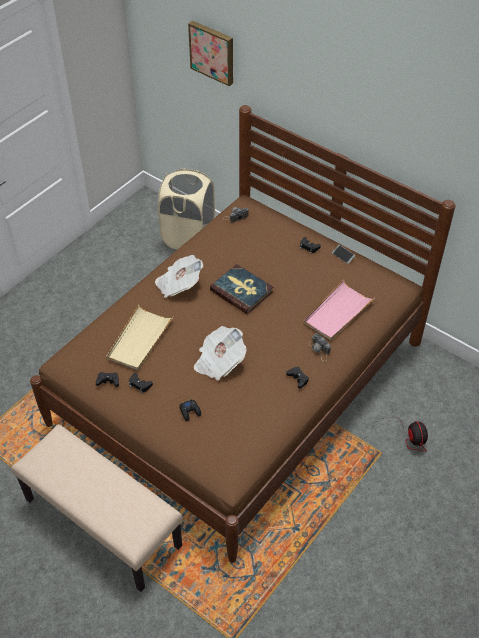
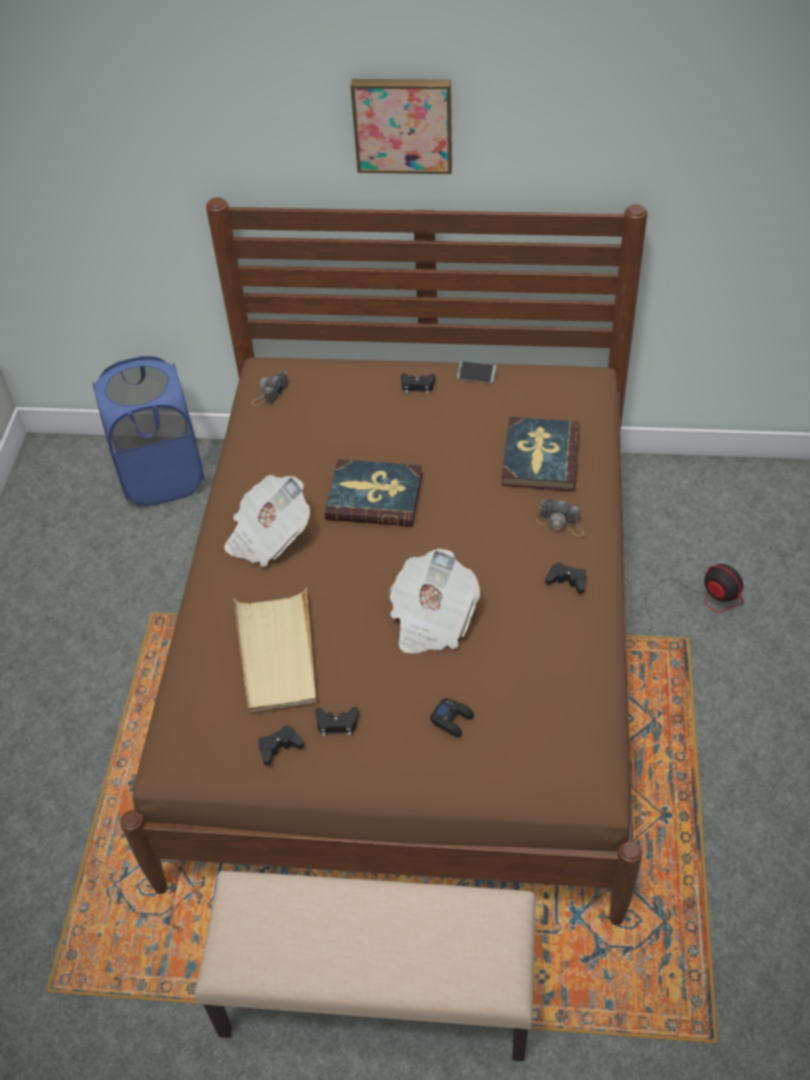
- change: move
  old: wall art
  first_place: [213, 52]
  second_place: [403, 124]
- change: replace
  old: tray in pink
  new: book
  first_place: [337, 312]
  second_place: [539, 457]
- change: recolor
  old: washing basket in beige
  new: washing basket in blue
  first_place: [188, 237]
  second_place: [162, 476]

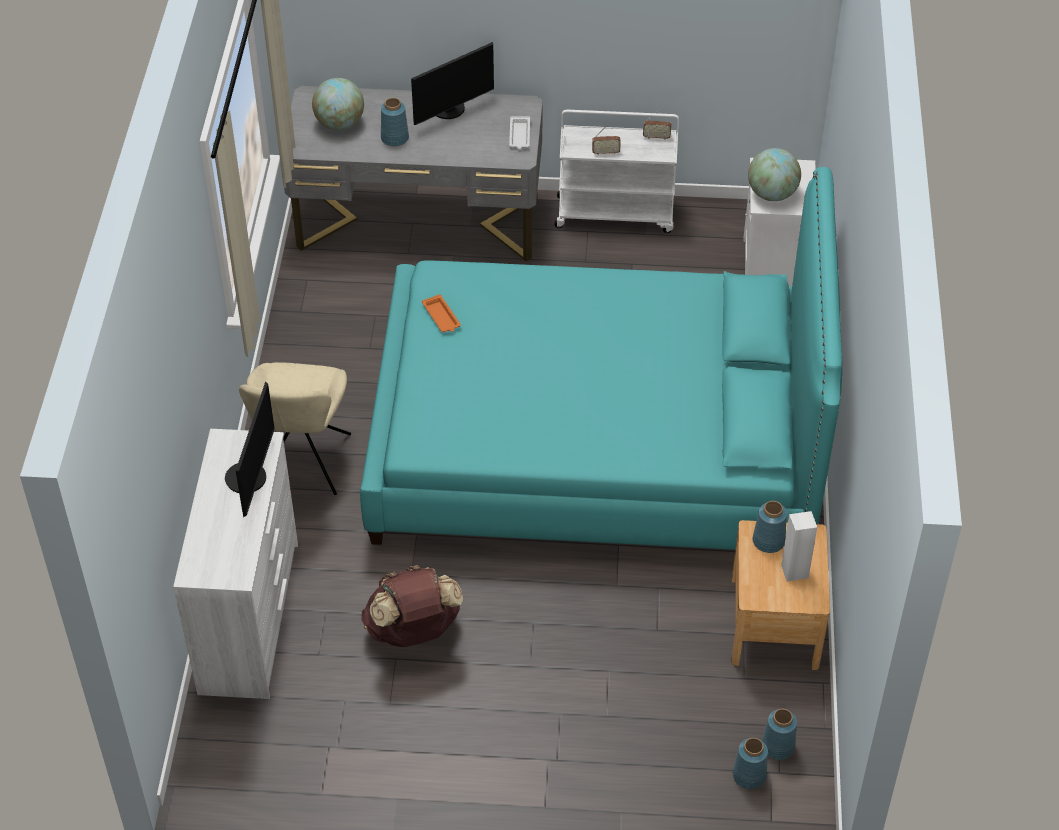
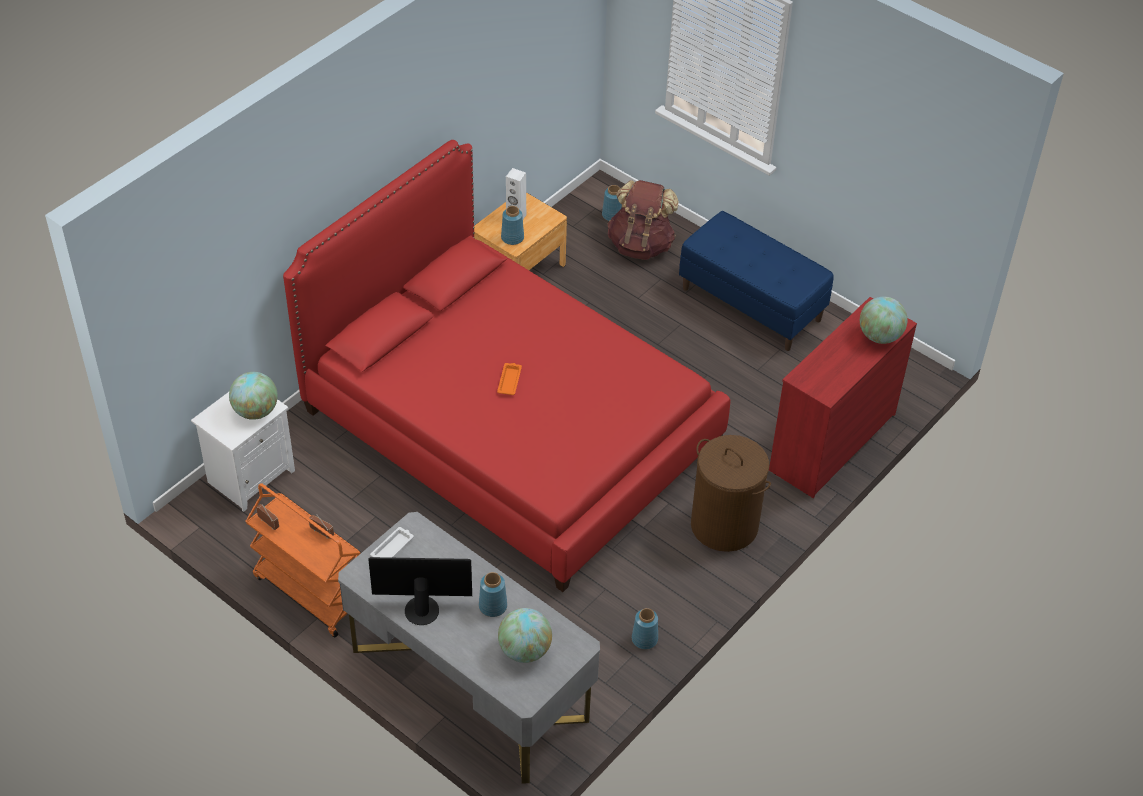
- change: delete
  old: monitor
  first_place: [251, 478]
- change: insert
  new: indoor bench in blue
  second_place: [752, 304]
- change: insert
  new: desk globe
  second_place: [879, 336]
- change: move
  old: knapsack in brown
  first_place: [413, 631]
  second_place: [641, 245]
- change: move
  old: tray in orange
  first_place: [441, 317]
  second_place: [509, 380]
- change: move
  old: decorative vase in blue
  first_place: [778, 746]
  second_place: [644, 639]
- change: replace
  old: chair in beige
  new: washing basket in brown
  first_place: [302, 464]
  second_place: [724, 525]
- change: recolor
  old: drawer chest in white
  new: drawer chest in red
  first_place: [251, 618]
  second_place: [831, 442]
- change: recolor
  old: sleeping bed in blue-green
  new: sleeping bed in red
  first_place: [596, 439]
  second_place: [510, 427]
- change: recolor
  old: trolley in white
  new: trolley in orange
  first_place: [615, 214]
  second_place: [309, 592]

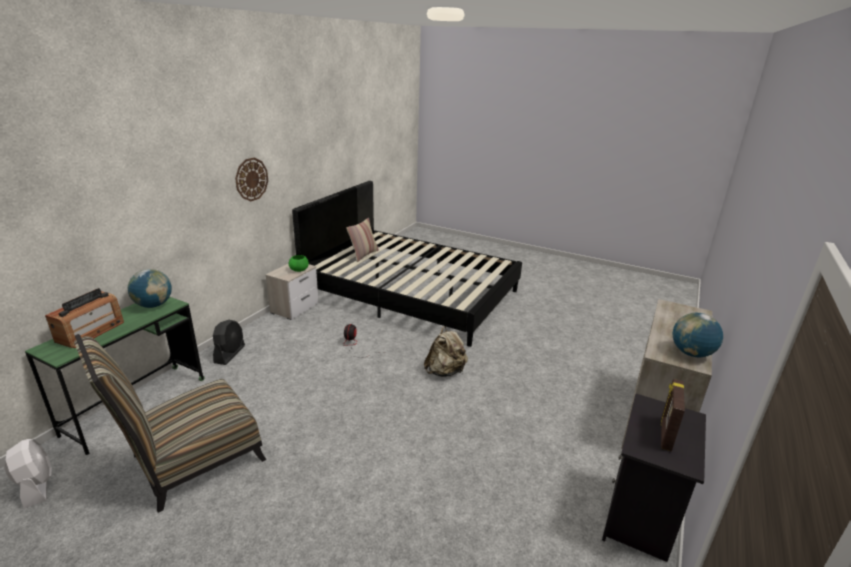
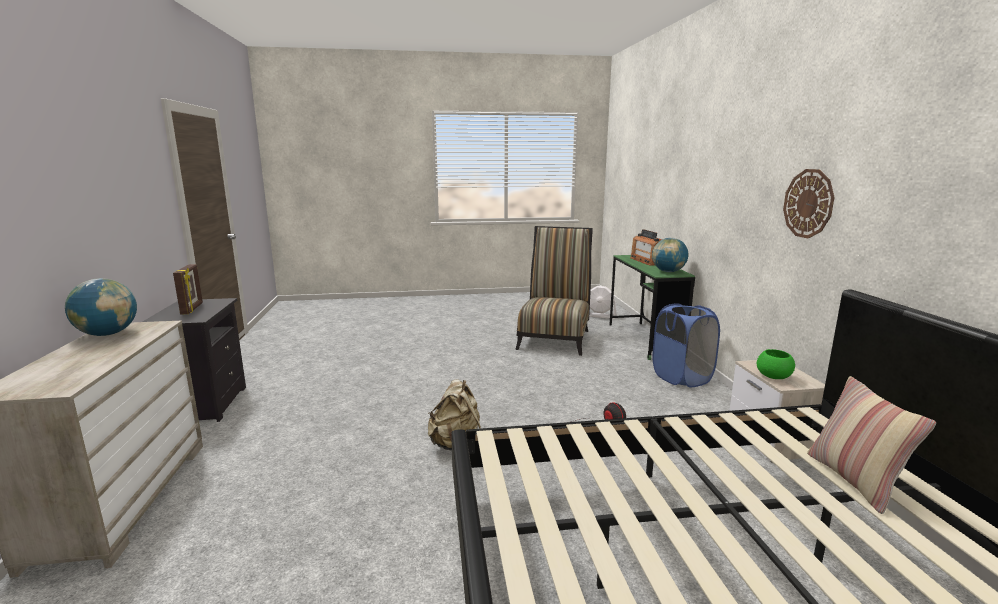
- change: replace
  old: electric fan in blackish
  new: washing basket in blue
  first_place: [230, 354]
  second_place: [682, 378]

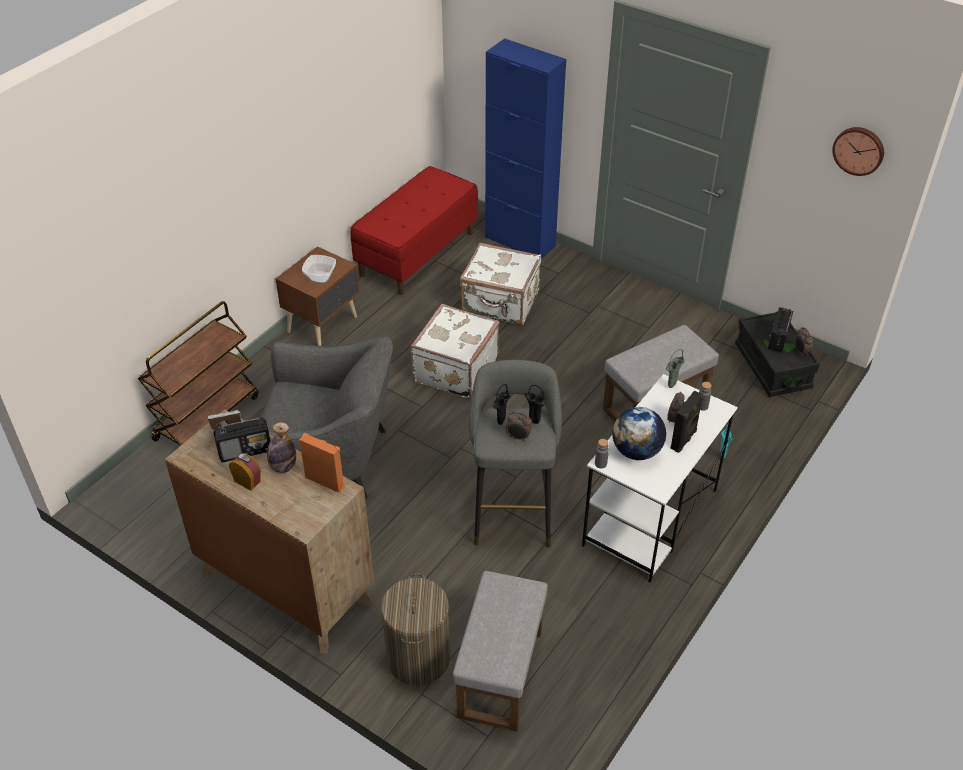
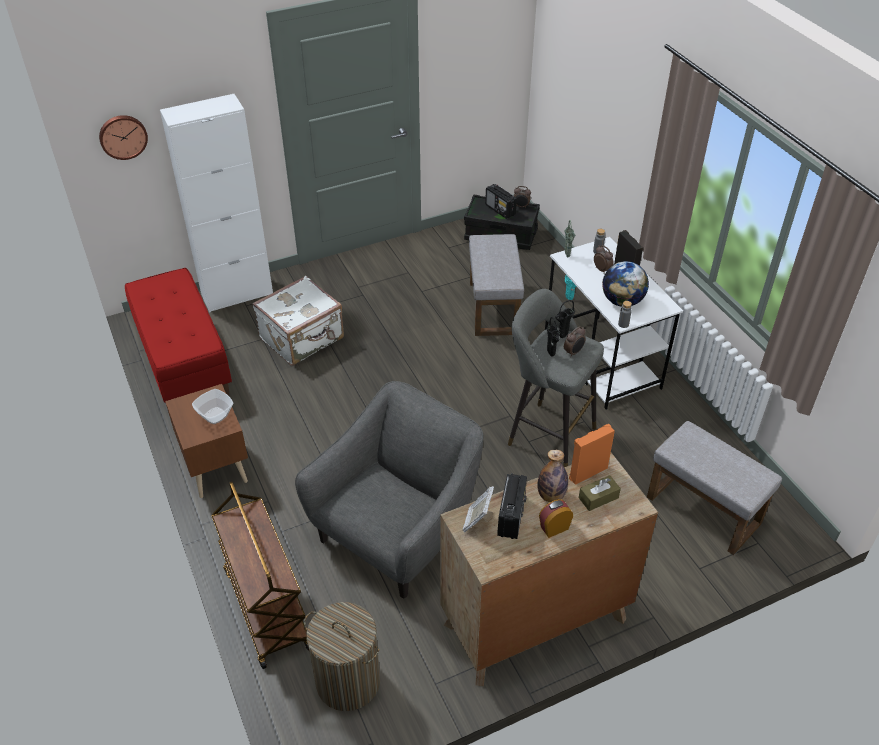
- change: delete
  old: piece of luggage in white
  first_place: [454, 369]
- change: insert
  new: tissue box in brown
  second_place: [598, 498]
- change: move
  old: washing basket
  first_place: [418, 658]
  second_place: [347, 681]
- change: move
  old: hanging clock
  first_place: [859, 150]
  second_place: [123, 136]
- change: recolor
  old: storage cabinet in blue
  new: storage cabinet in white
  first_place: [520, 242]
  second_place: [237, 294]

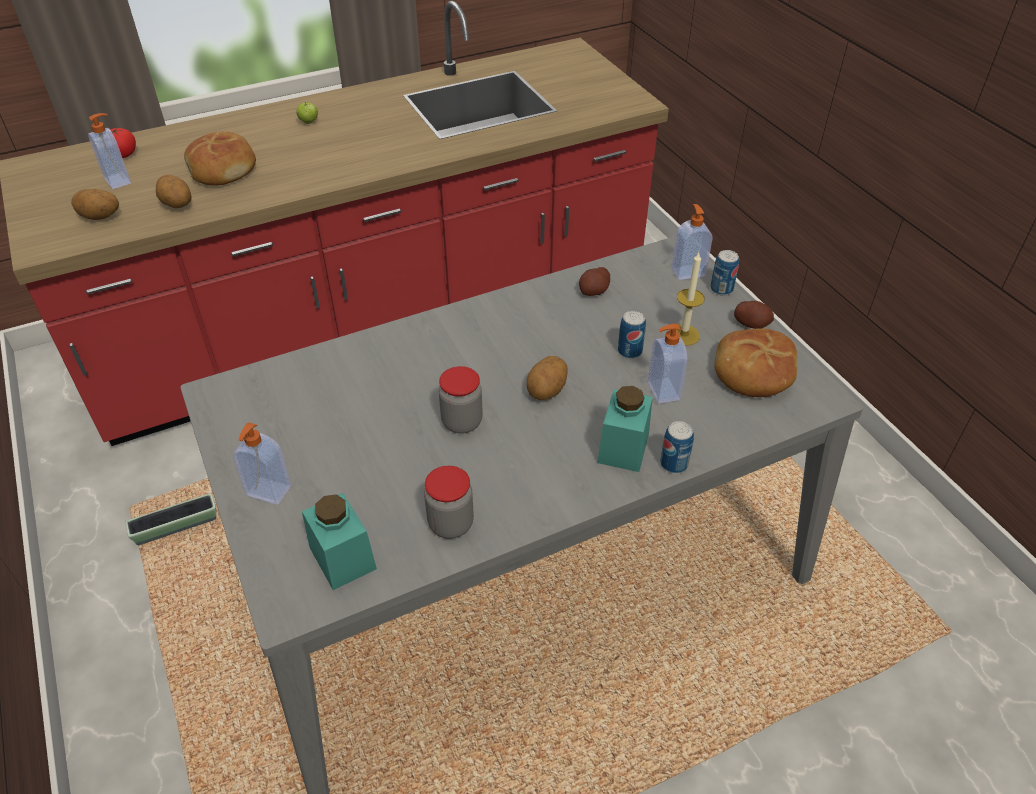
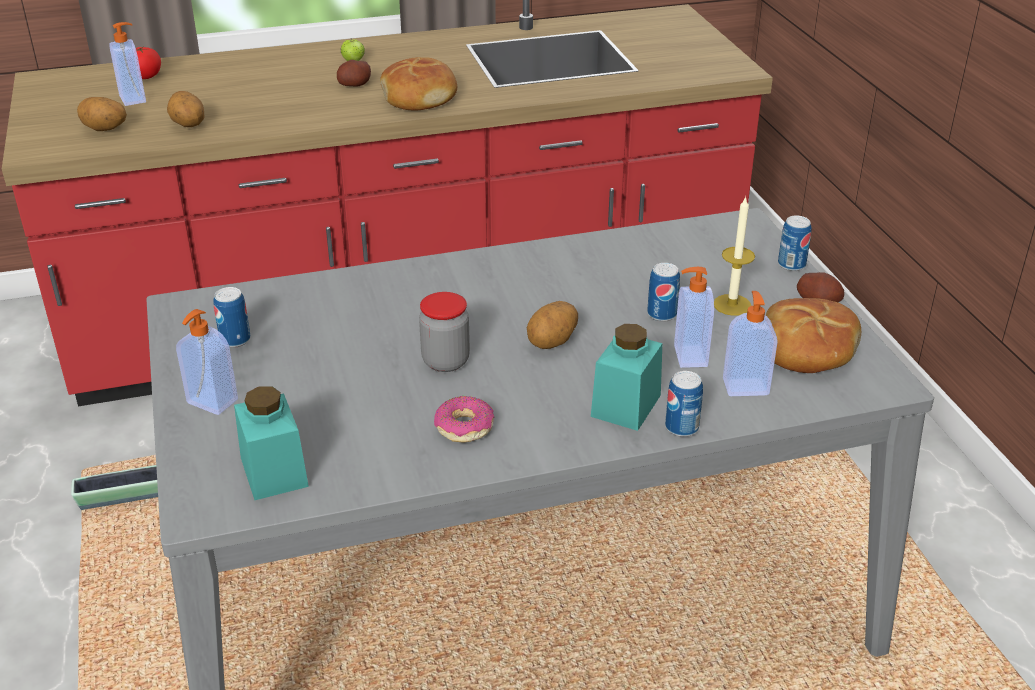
- change: delete
  old: preserve jar
  first_place: [451, 524]
- change: insert
  new: sealed can
  second_place: [235, 340]
- change: insert
  new: ring doughnut
  second_place: [464, 427]
- change: move
  old: baked bread
  first_place: [223, 169]
  second_place: [419, 97]
- change: move
  old: potato
  first_place: [594, 291]
  second_place: [354, 85]
- change: move
  old: soap bottle
  first_place: [687, 271]
  second_place: [745, 386]

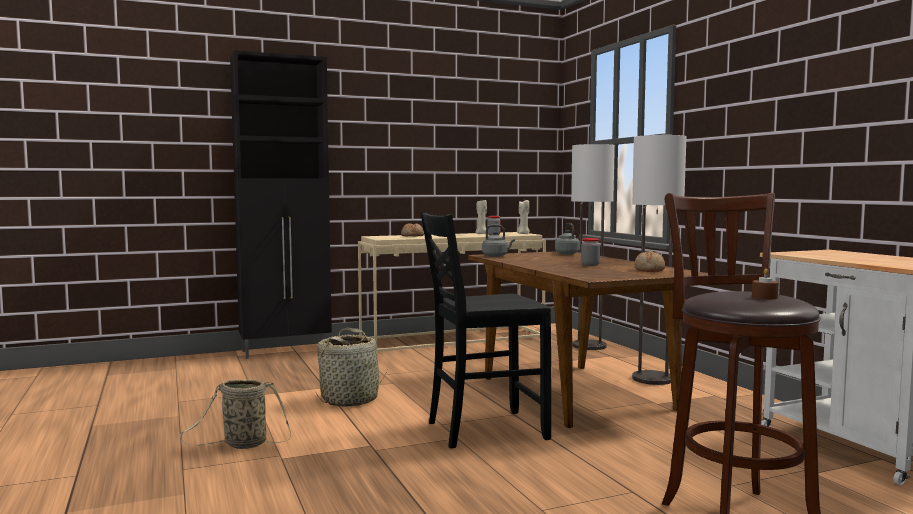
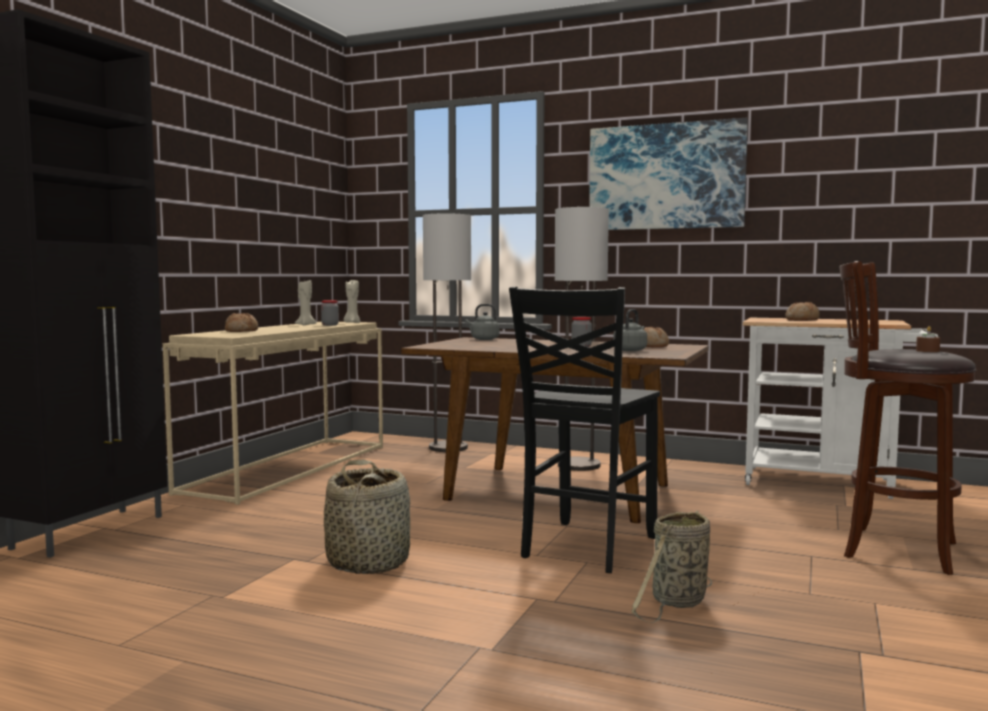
- change: insert
  new: wall art
  second_place: [666, 177]
- change: insert
  new: baked bread
  second_place: [802, 320]
- change: move
  old: storage basket
  first_place: [242, 444]
  second_place: [677, 603]
- change: move
  old: tea kettle in grey
  first_place: [496, 256]
  second_place: [631, 350]

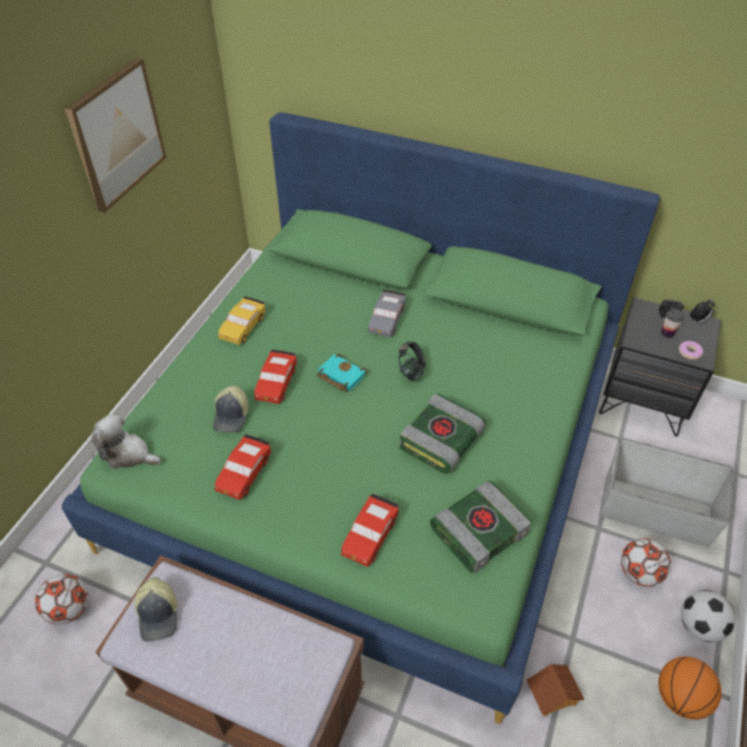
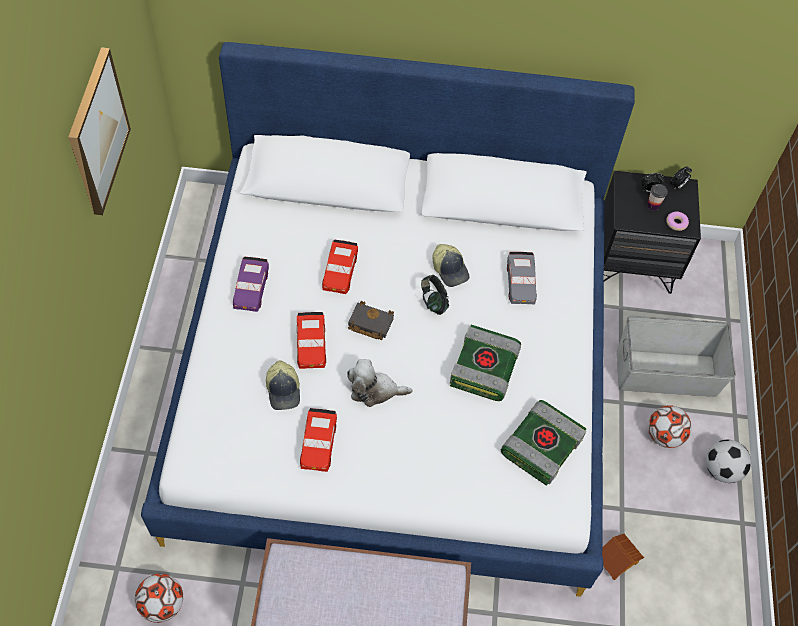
- change: delete
  old: ball for basketball
  first_place: [680, 697]
- change: move
  old: soft toy
  first_place: [128, 454]
  second_place: [375, 390]
- change: move
  old: baseball cap
  first_place: [159, 614]
  second_place: [450, 269]
- change: move
  old: model car in red
  first_place: [370, 535]
  second_place: [340, 271]
- change: move
  old: model car in grey
  first_place: [386, 319]
  second_place: [520, 282]
- change: recolor
  old: sleeping bed in green-coloured
  new: sleeping bed in white
  first_place: [374, 449]
  second_place: [394, 373]
- change: recolor
  old: model car in yellow
  new: model car in purple
  first_place: [242, 326]
  second_place: [251, 288]
- change: recolor
  old: book in blue-green
  new: book in blackish
  first_place: [339, 376]
  second_place: [369, 323]

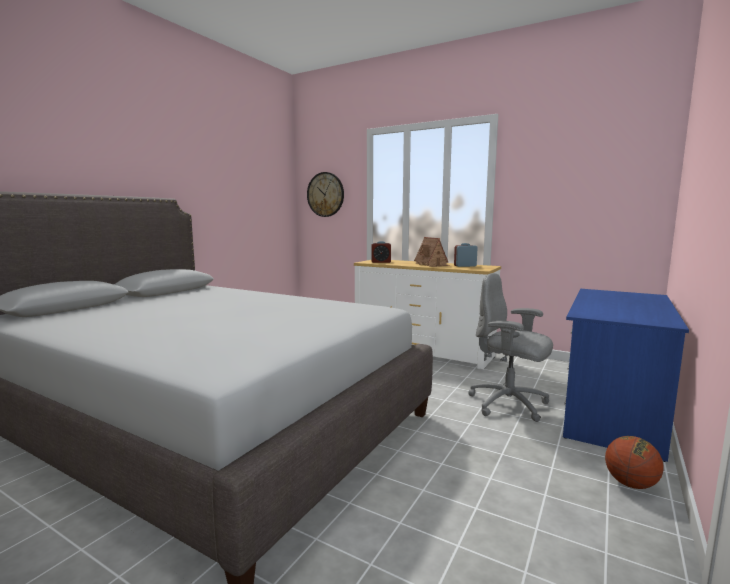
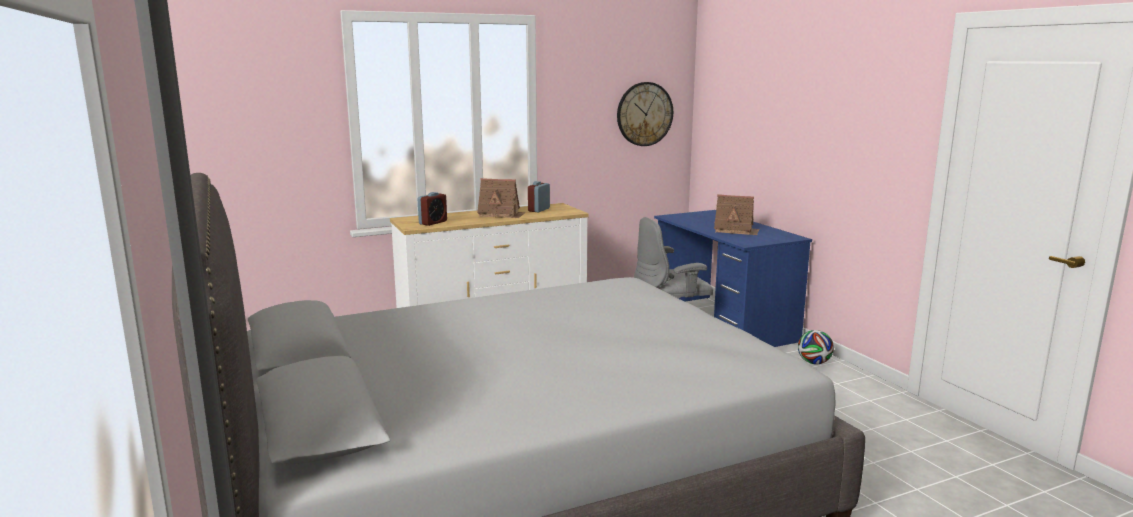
- change: insert
  new: miniature house
  second_place: [736, 230]
- change: move
  old: hanging clock
  first_place: [325, 194]
  second_place: [644, 114]
- change: replace
  old: ball for basketball
  new: ball for football
  first_place: [630, 484]
  second_place: [814, 363]

